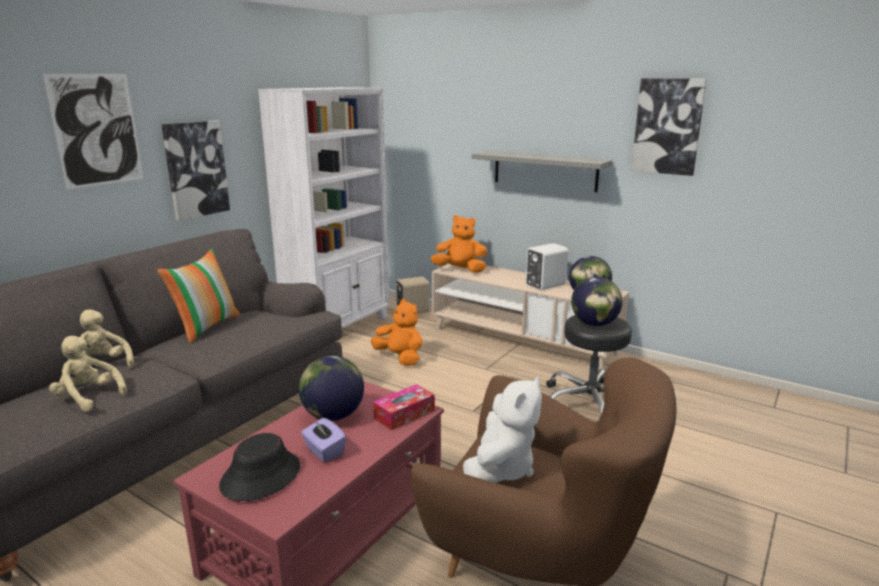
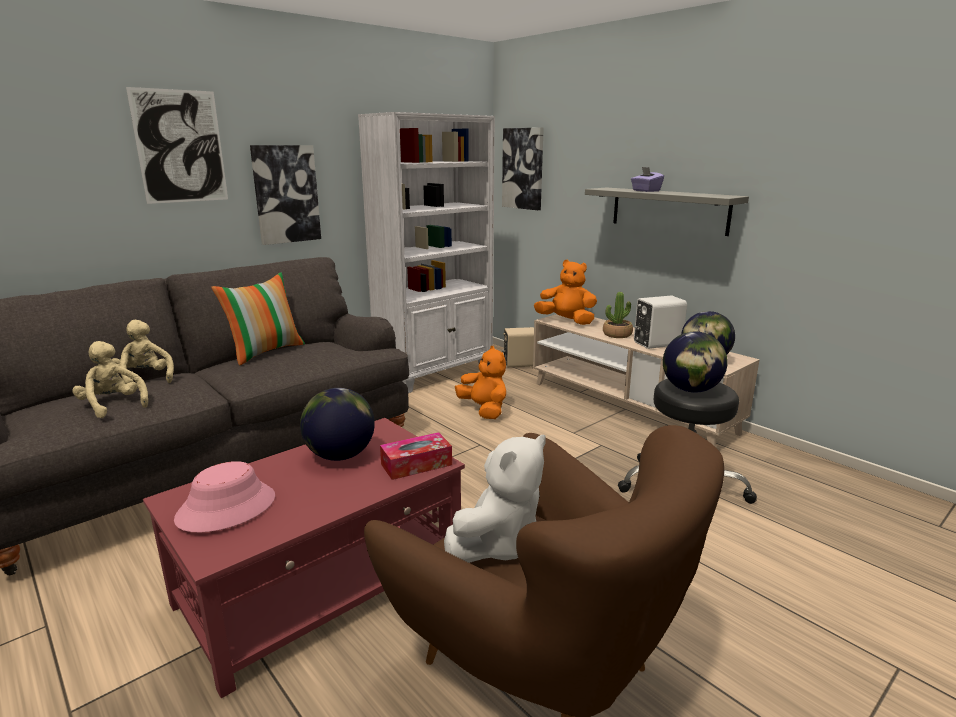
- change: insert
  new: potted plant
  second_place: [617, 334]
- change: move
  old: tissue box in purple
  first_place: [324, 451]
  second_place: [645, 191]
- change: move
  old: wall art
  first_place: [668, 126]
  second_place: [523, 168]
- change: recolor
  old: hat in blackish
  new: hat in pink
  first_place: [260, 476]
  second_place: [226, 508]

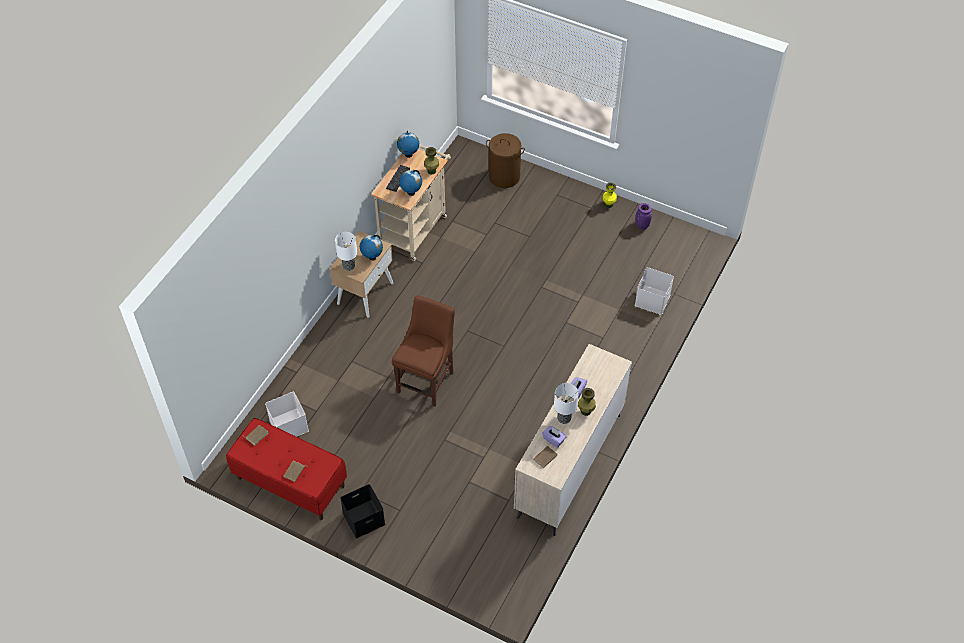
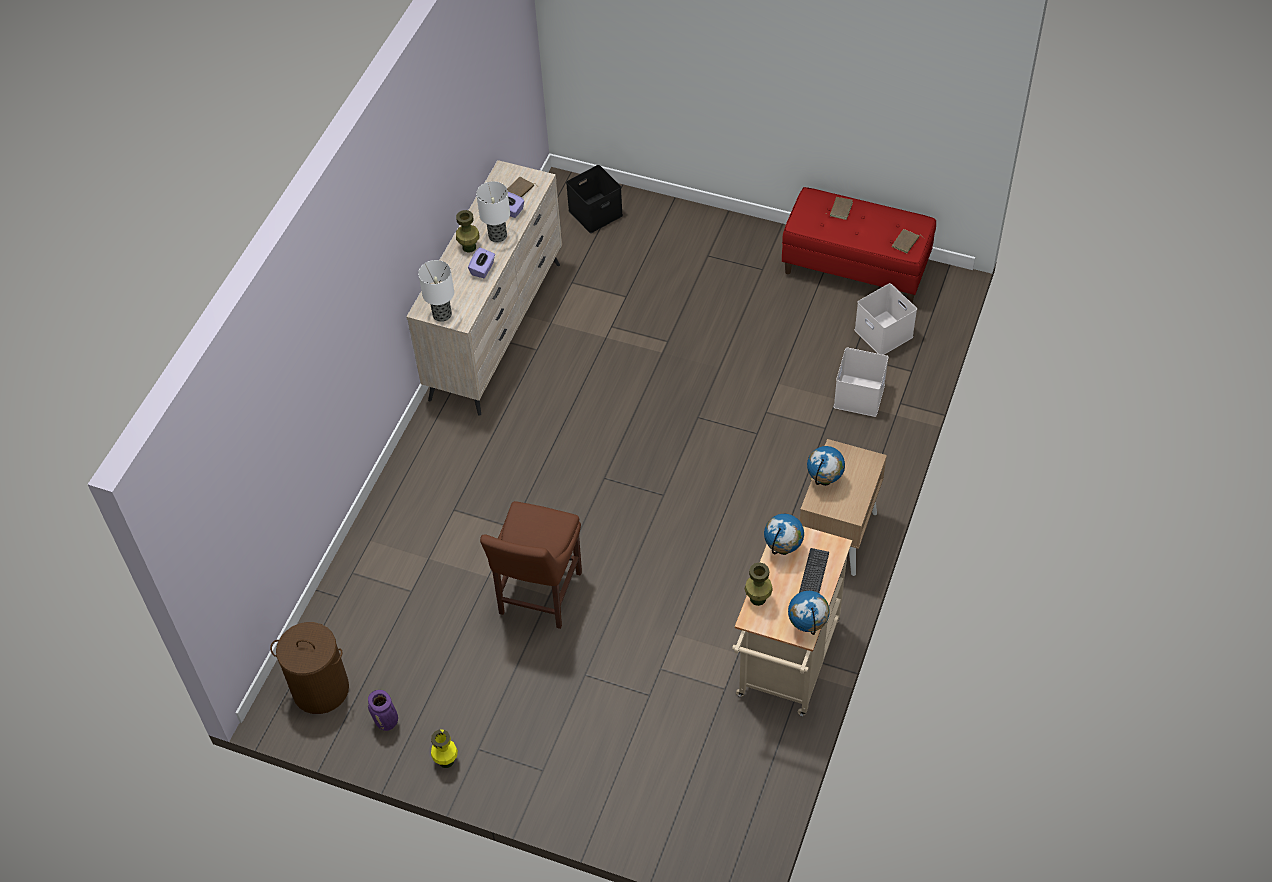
- change: move
  old: table lamp
  first_place: [349, 266]
  second_place: [441, 314]
- change: move
  old: storage box in blackish
  first_place: [364, 518]
  second_place: [595, 214]
- change: move
  old: chair in brown
  first_place: [427, 380]
  second_place: [538, 596]
- change: move
  old: washing basket in brown
  first_place: [504, 177]
  second_place: [320, 689]
- change: move
  old: storage box in white
  first_place: [653, 300]
  second_place: [858, 394]

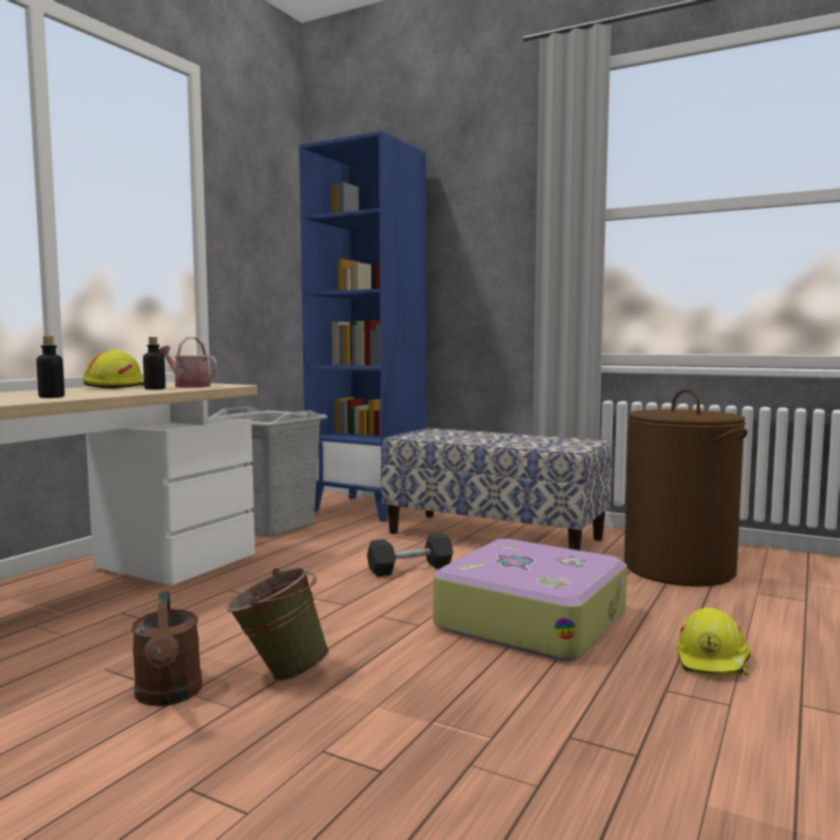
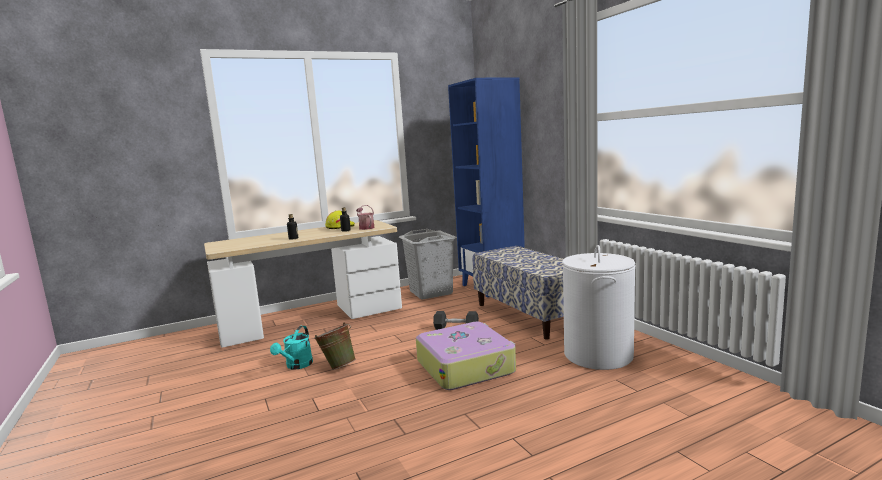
- change: delete
  old: hard hat in yellow
  first_place: [713, 661]
- change: recolor
  old: watering can in brown
  new: watering can in blue-green
  first_place: [169, 696]
  second_place: [297, 366]
- change: recolor
  old: washing basket in brown
  new: washing basket in white
  first_place: [678, 569]
  second_place: [597, 355]

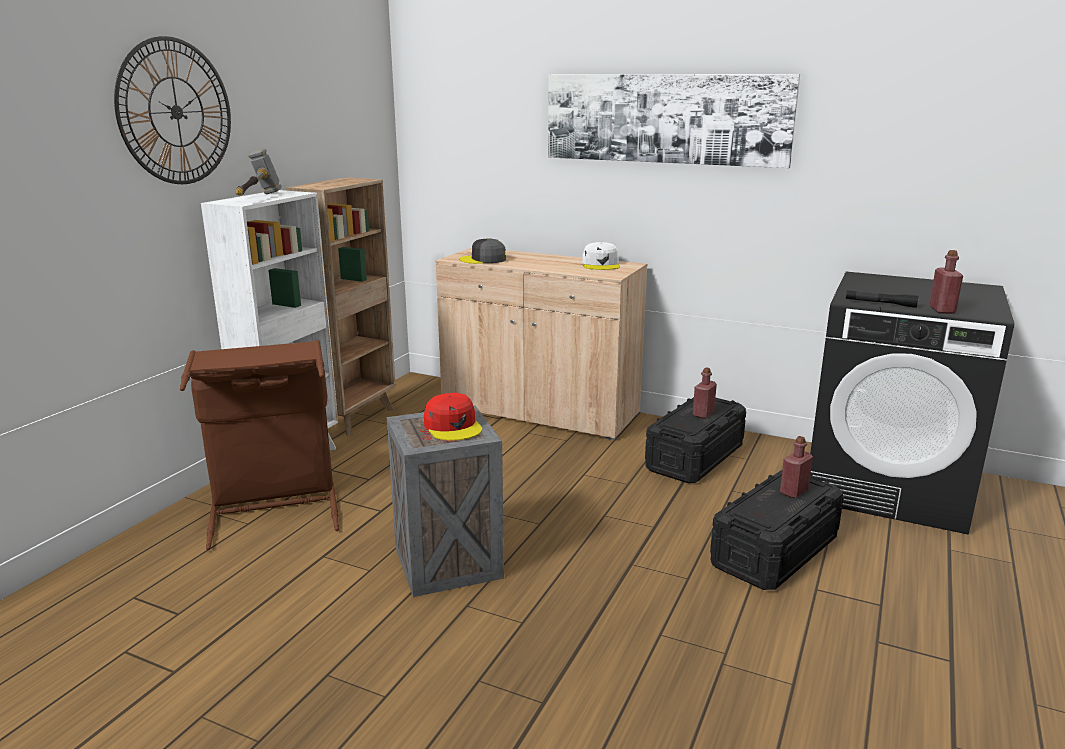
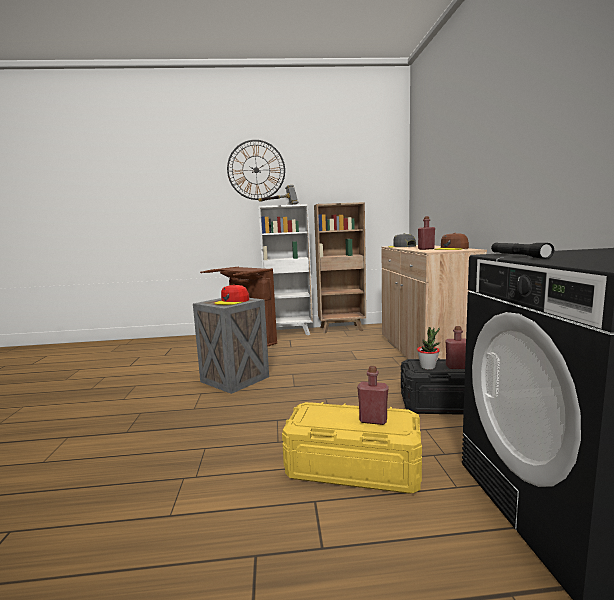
- change: delete
  old: wall art
  first_place: [665, 118]
- change: insert
  new: potted plant
  second_place: [428, 367]
- change: move
  old: beverage bottle in red
  first_place: [942, 310]
  second_place: [426, 249]
- change: recolor
  old: baseball cap in white
  new: baseball cap in brown
  first_place: [601, 265]
  second_place: [451, 249]
- change: recolor
  old: storage box in blackish
  new: storage box in yellow
  first_place: [775, 551]
  second_place: [353, 468]

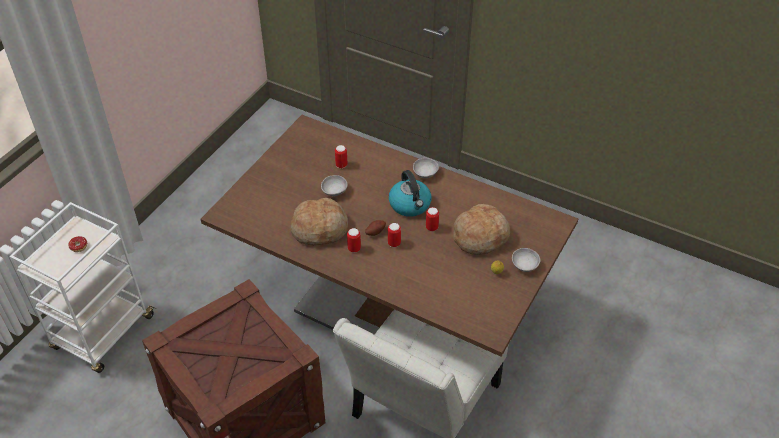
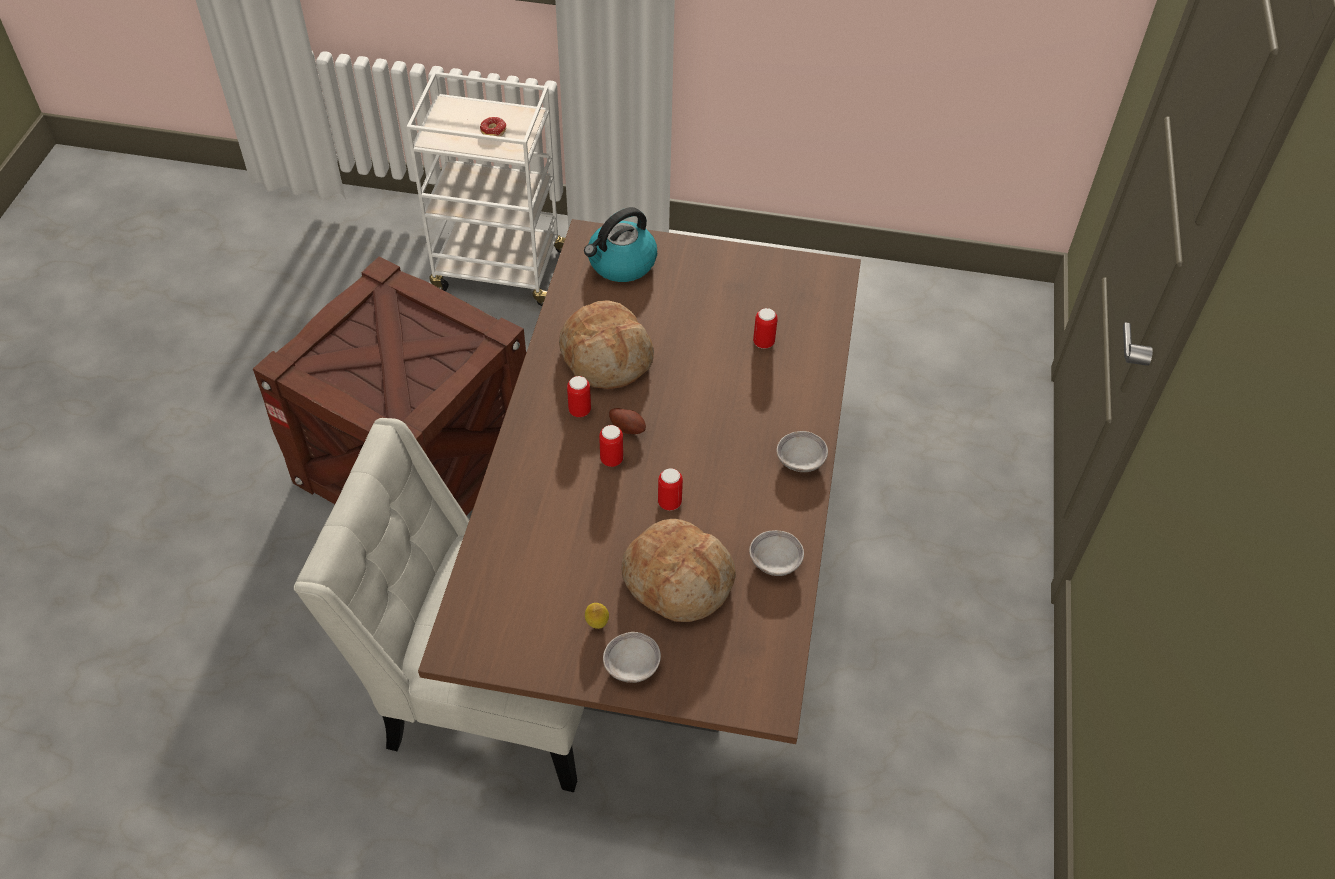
- change: move
  old: deep dish in grey
  first_place: [334, 191]
  second_place: [775, 562]
- change: move
  old: tea kettle
  first_place: [410, 205]
  second_place: [621, 264]

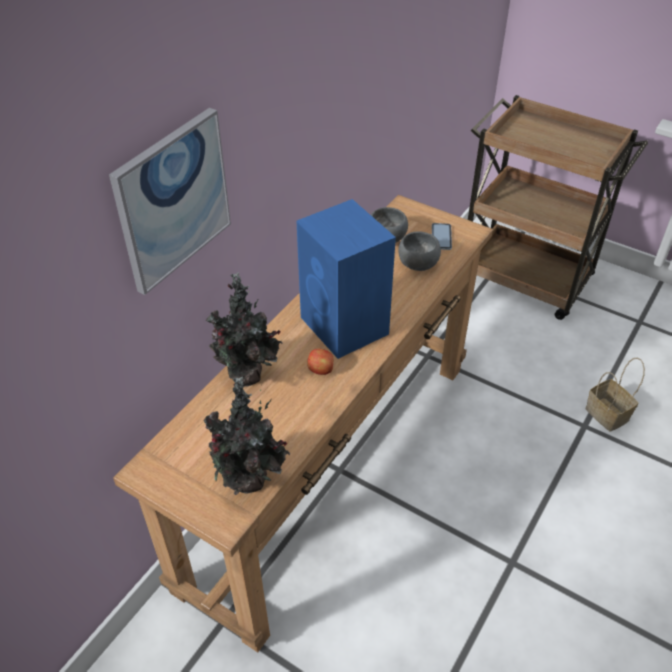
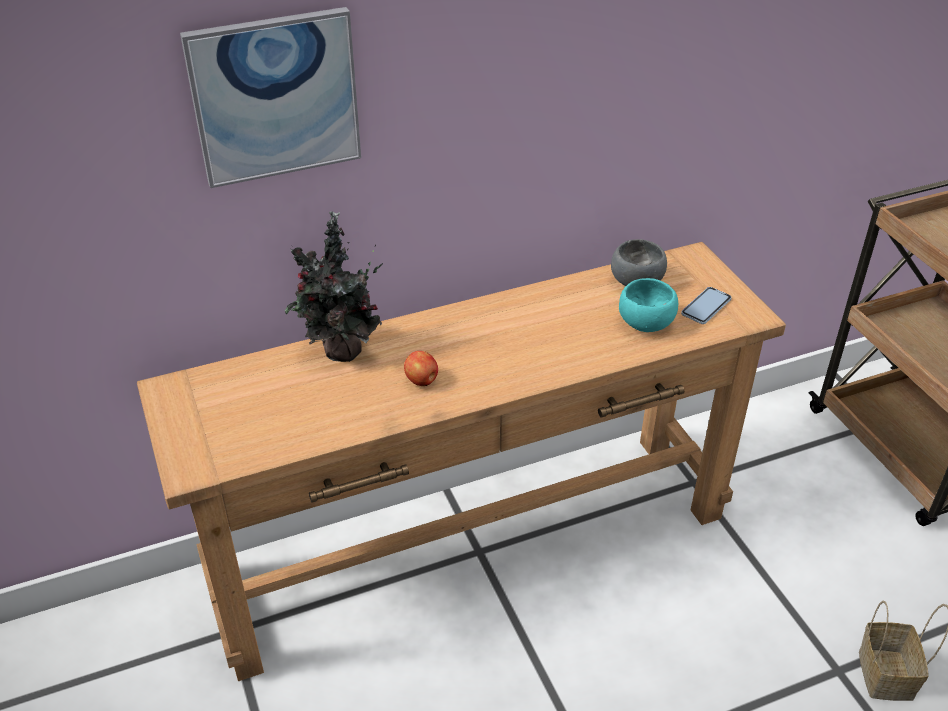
- change: delete
  old: potted plant
  first_place: [249, 483]
- change: delete
  old: audio speaker in blue
  first_place: [345, 327]
- change: recolor
  old: deep dish in grey
  new: deep dish in blue-green
  first_place: [417, 263]
  second_place: [645, 322]

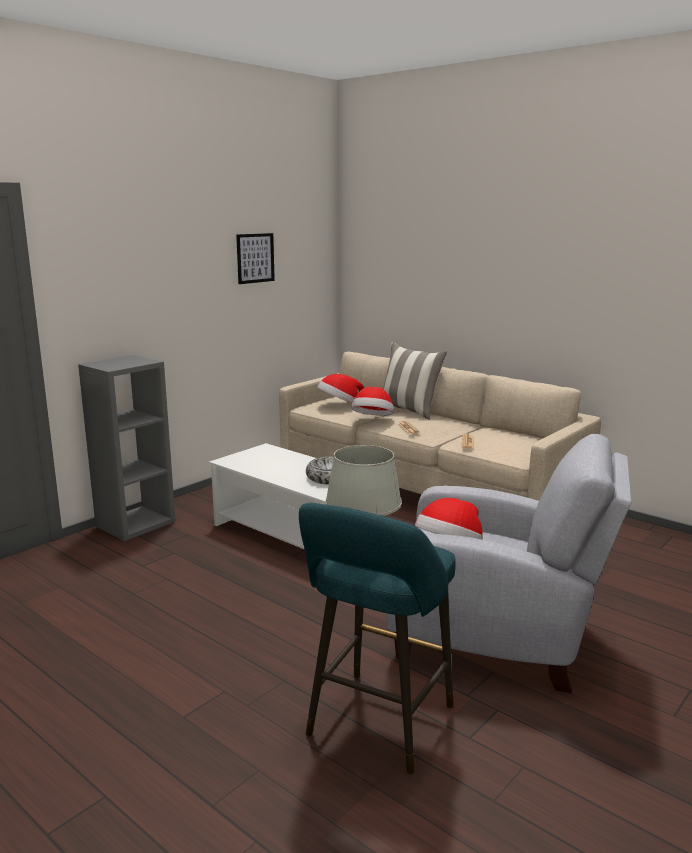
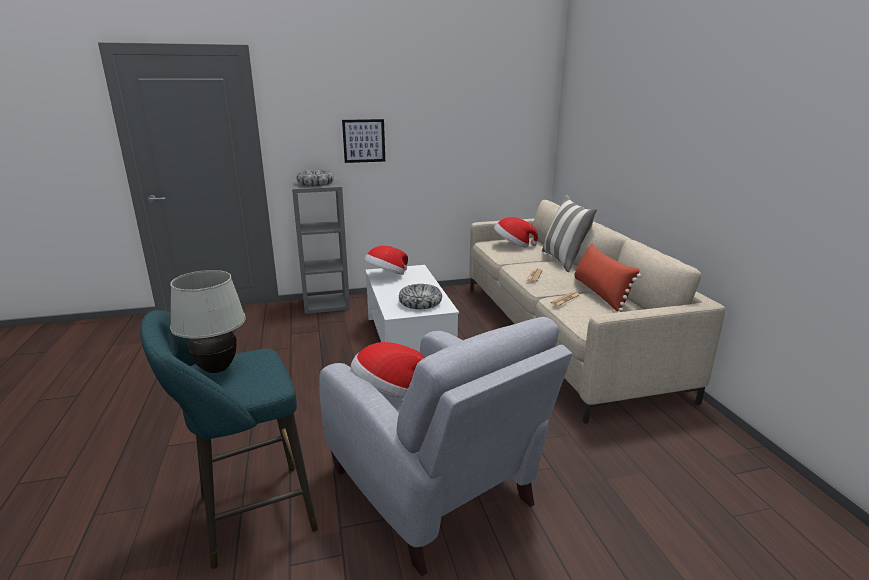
- change: insert
  new: deep dish
  second_place: [315, 183]
- change: insert
  new: pillow in red
  second_place: [600, 293]
- change: move
  old: wall art
  first_place: [255, 258]
  second_place: [364, 141]
- change: move
  old: hat
  first_place: [373, 420]
  second_place: [386, 276]

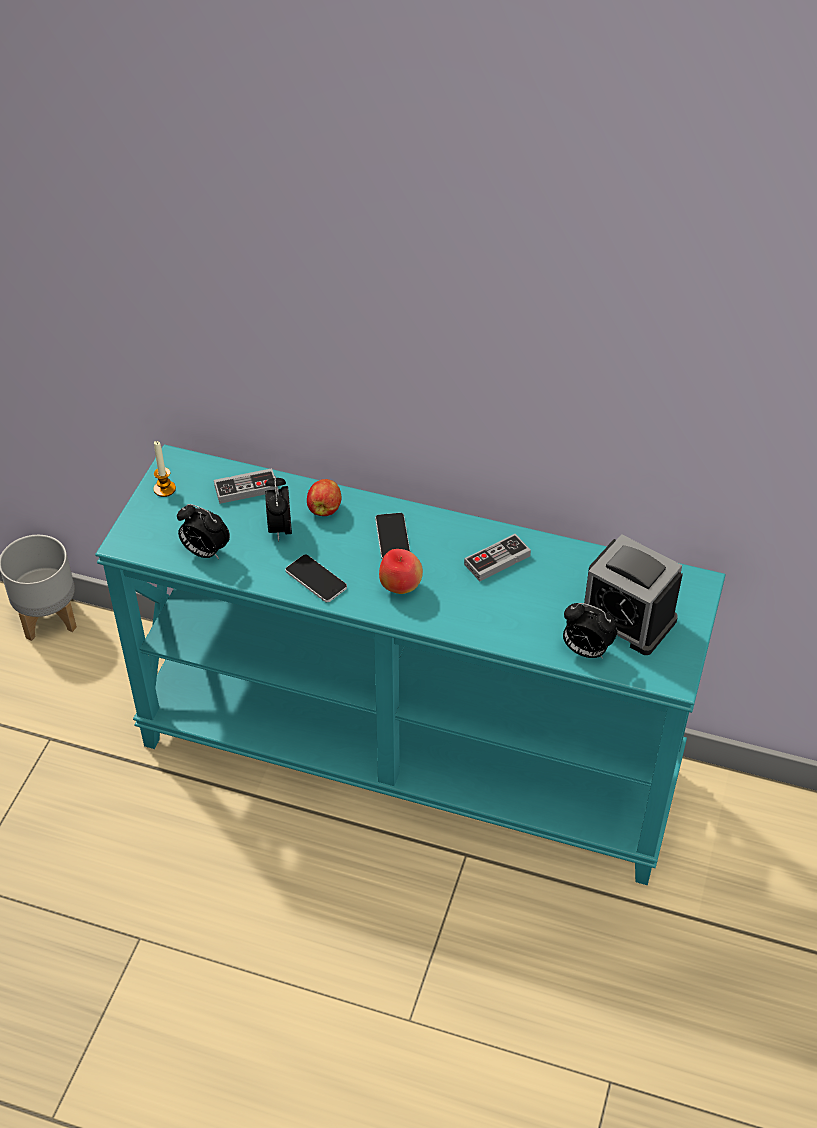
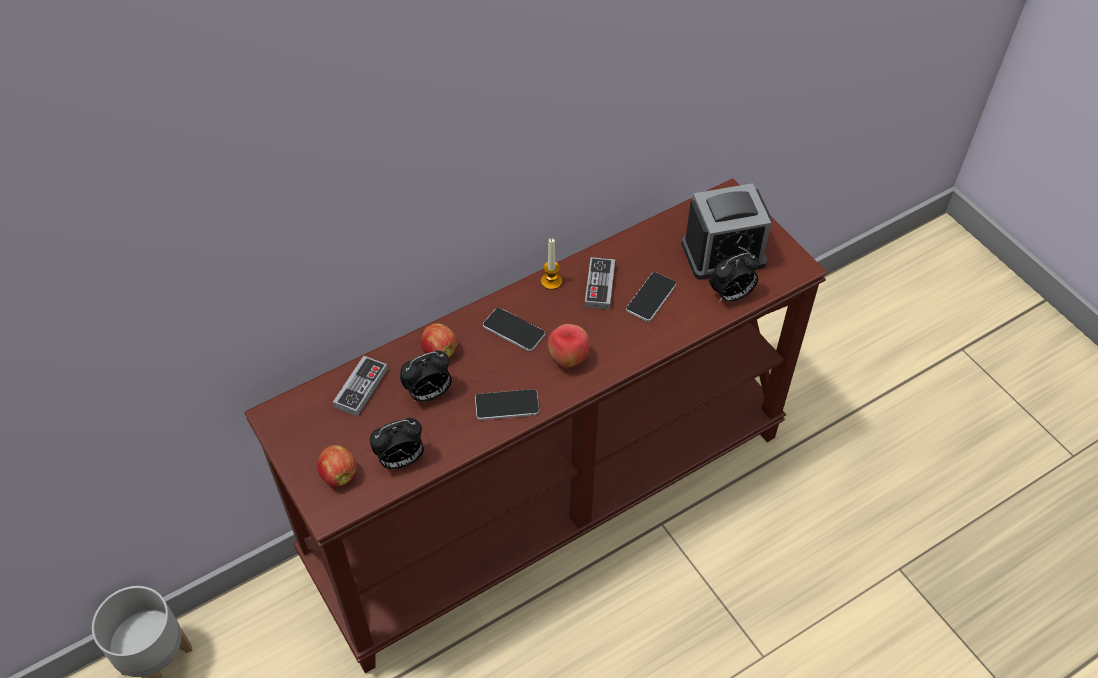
- change: insert
  new: whole apple
  second_place: [338, 474]
- change: insert
  new: telephone
  second_place: [651, 297]
- change: move
  old: wax candle
  first_place: [164, 489]
  second_place: [551, 281]
- change: recolor
  old: hall table in blue-green
  new: hall table in brown
  first_place: [411, 755]
  second_place: [548, 496]
- change: rotate
  old: table clock
  first_place: [280, 528]
  second_place: [428, 393]
  degrees: -60

